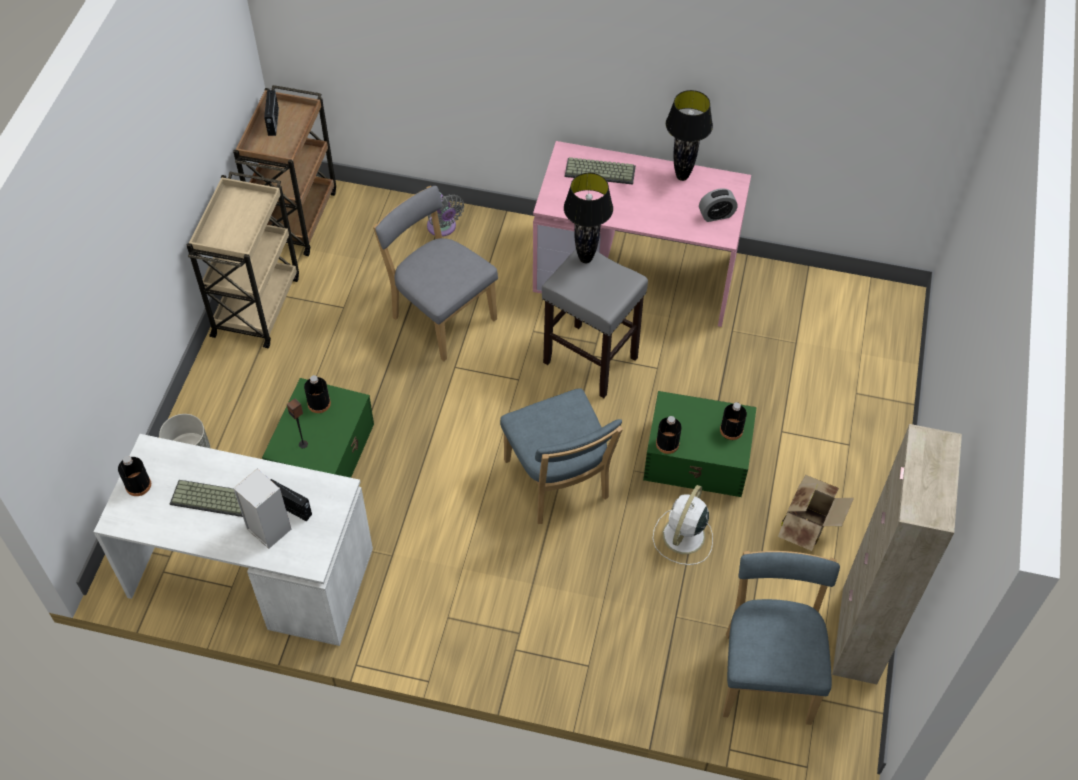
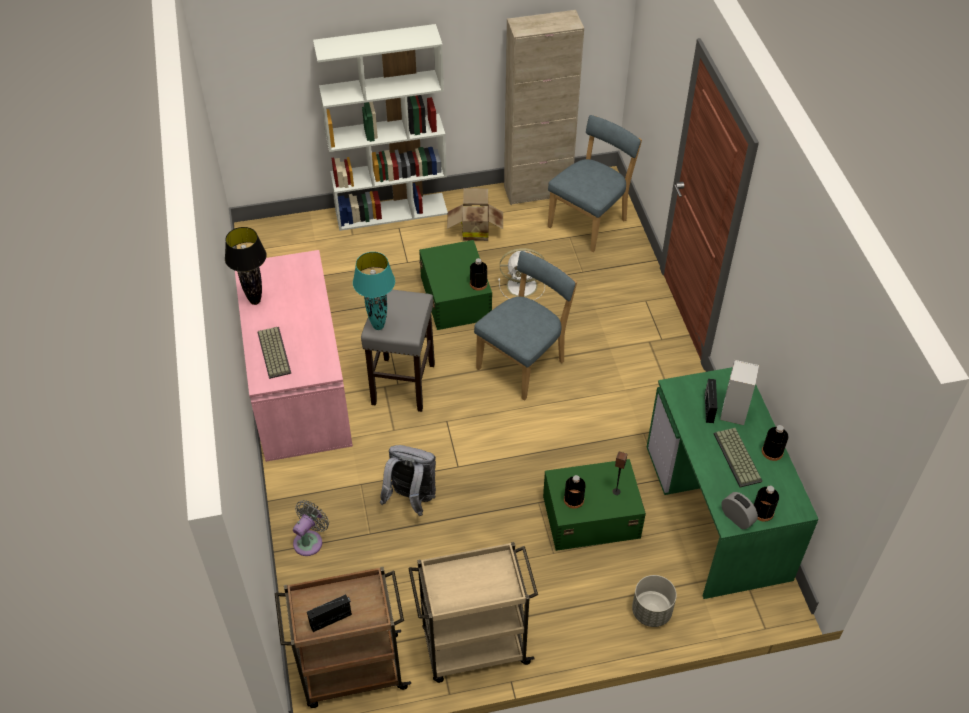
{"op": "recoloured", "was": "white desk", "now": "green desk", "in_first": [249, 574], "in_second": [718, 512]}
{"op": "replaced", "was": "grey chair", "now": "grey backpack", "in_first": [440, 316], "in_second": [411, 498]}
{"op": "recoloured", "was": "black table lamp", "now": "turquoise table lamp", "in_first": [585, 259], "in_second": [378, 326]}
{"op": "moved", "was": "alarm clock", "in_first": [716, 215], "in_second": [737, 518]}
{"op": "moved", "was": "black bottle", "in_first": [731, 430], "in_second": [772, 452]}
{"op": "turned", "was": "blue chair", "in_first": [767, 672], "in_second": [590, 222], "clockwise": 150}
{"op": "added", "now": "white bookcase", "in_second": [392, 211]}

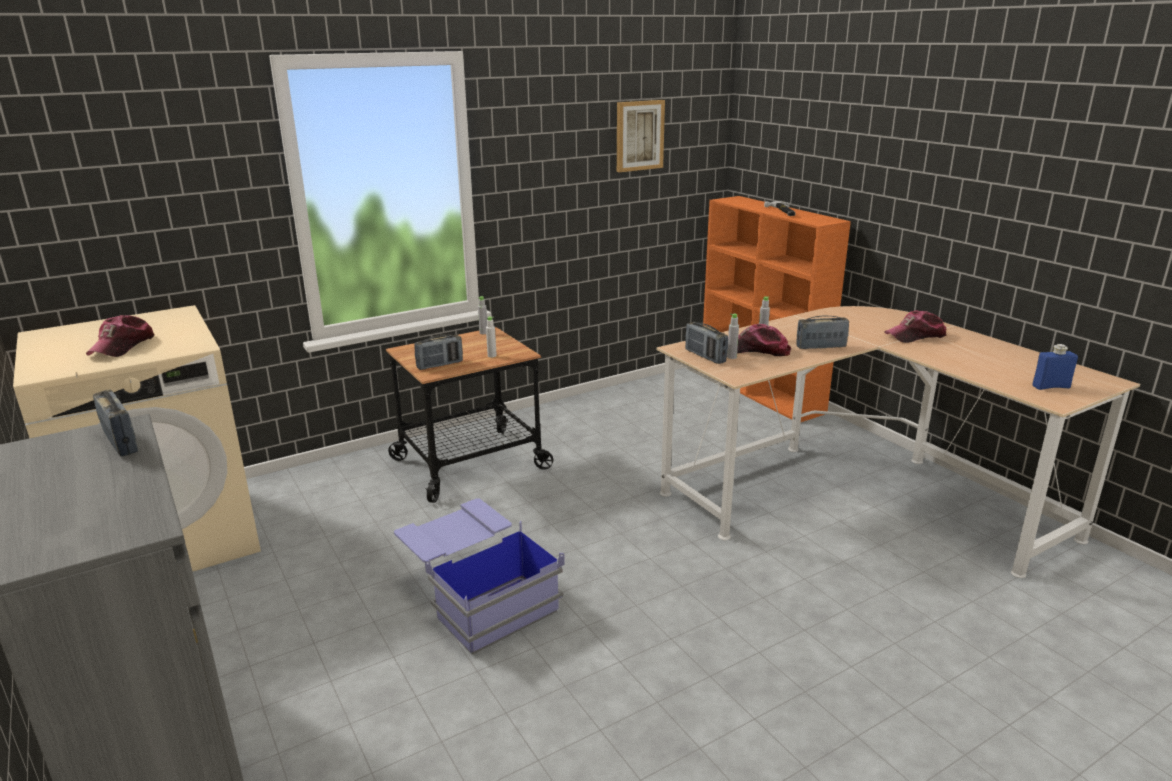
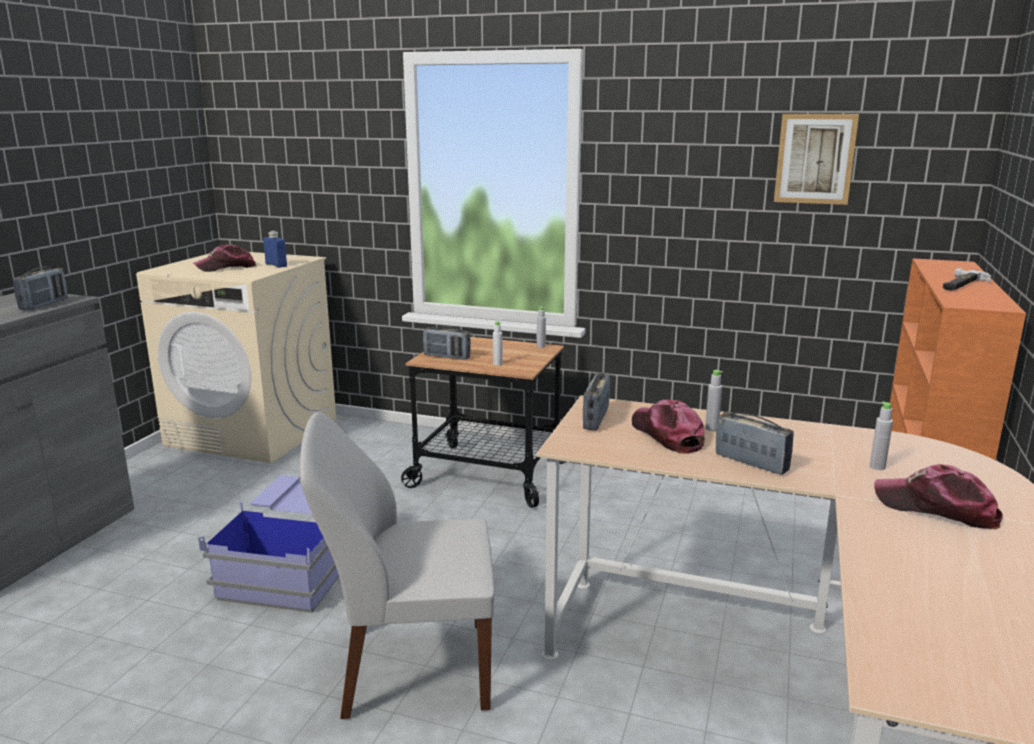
{"op": "moved", "was": "grey bottle", "in_first": [731, 357], "in_second": [877, 467]}
{"op": "moved", "was": "blue bottle", "in_first": [1051, 387], "in_second": [276, 265]}
{"op": "added", "now": "white chair", "in_second": [411, 668]}

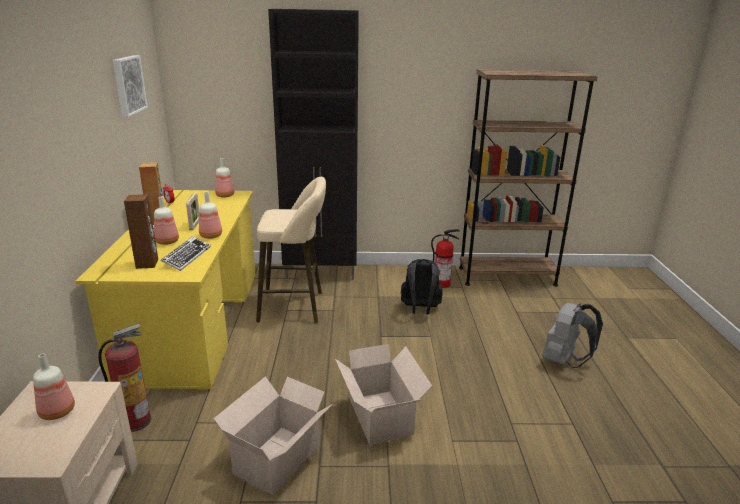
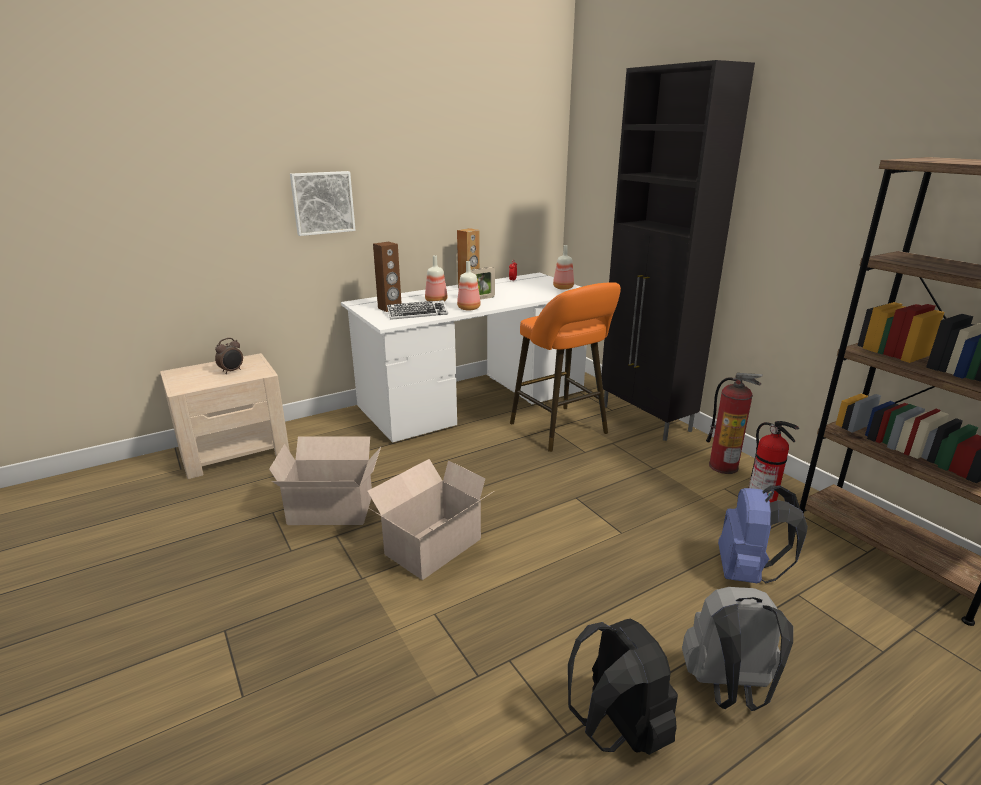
{"op": "replaced", "was": "bottle", "now": "alarm clock", "in_first": [56, 411], "in_second": [232, 371]}
{"op": "recoloured", "was": "yellow desk", "now": "white desk", "in_first": [194, 323], "in_second": [473, 399]}
{"op": "moved", "was": "fire extinguisher", "in_first": [136, 421], "in_second": [723, 466]}
{"op": "moved", "was": "picture", "in_first": [127, 85], "in_second": [322, 202]}
{"op": "recoloured", "was": "beige stool", "now": "orange stool", "in_first": [295, 306], "in_second": [561, 430]}
{"op": "moved", "was": "black backpack", "in_first": [420, 310], "in_second": [617, 729]}
{"op": "added", "now": "blue backpack", "in_second": [747, 573]}

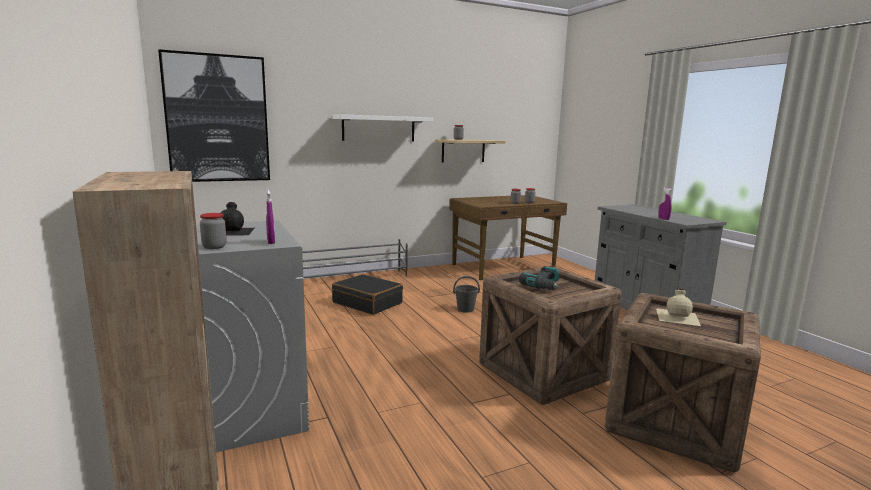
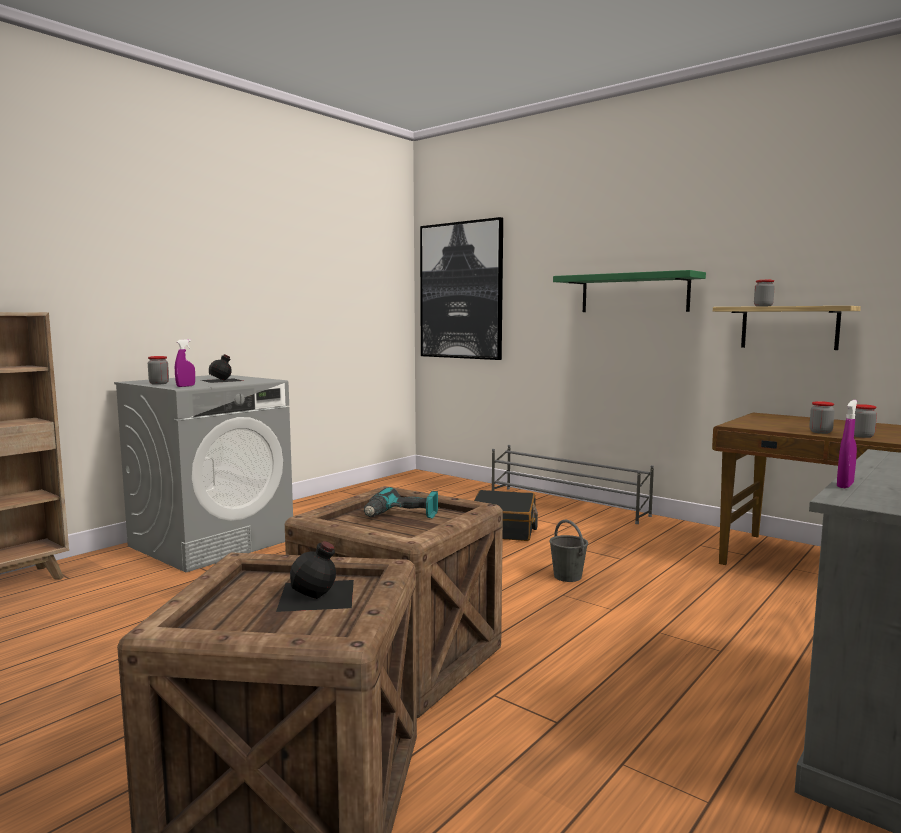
{"op": "recoloured", "was": "white shelf", "now": "green shelf", "in_first": [379, 128], "in_second": [634, 293]}
{"op": "recoloured", "was": "beige bottle", "now": "black bottle", "in_first": [678, 316], "in_second": [318, 595]}

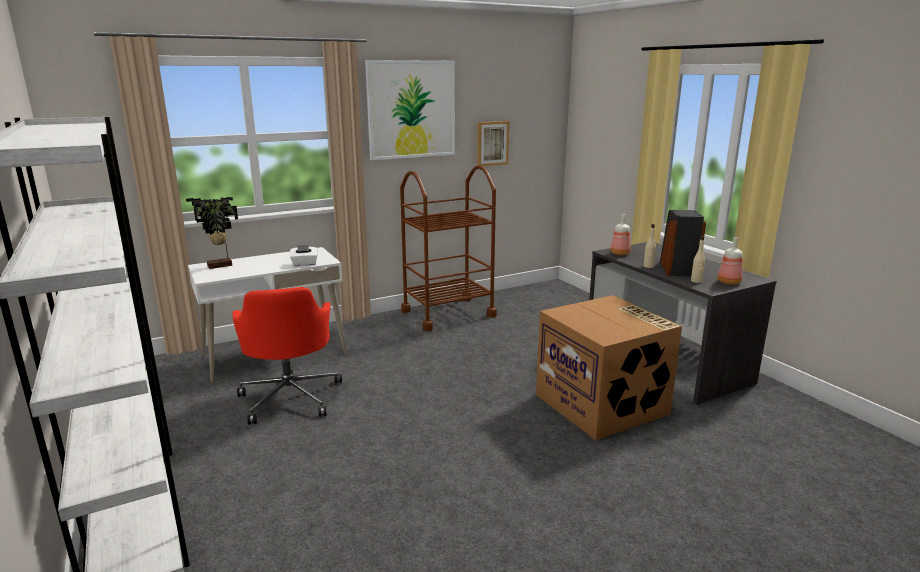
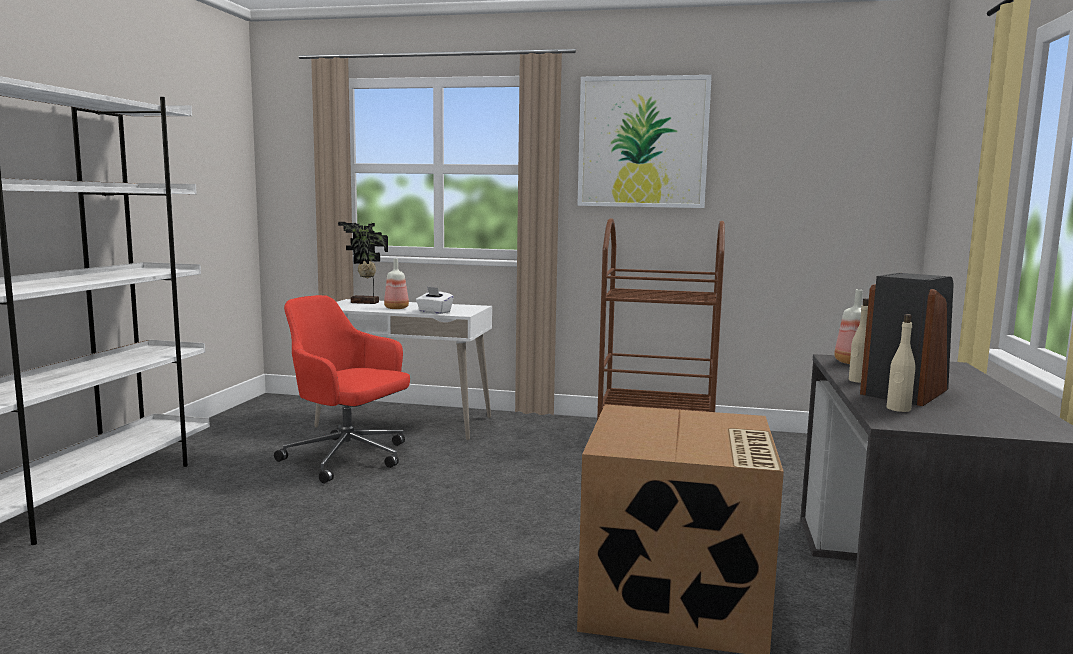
{"op": "turned", "was": "red office chair", "in_first": [290, 397], "in_second": [348, 458], "clockwise": 90}
{"op": "removed", "was": "picture", "in_first": [492, 143]}
{"op": "moved", "was": "bottle", "in_first": [728, 282], "in_second": [396, 308]}

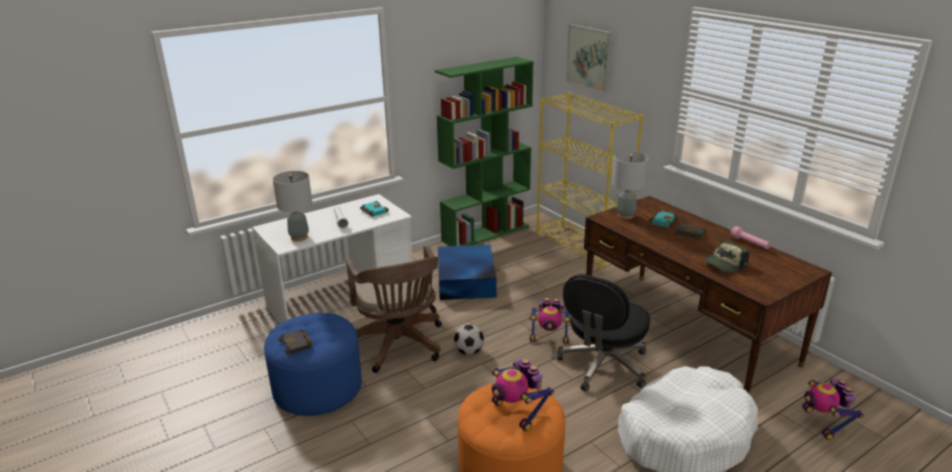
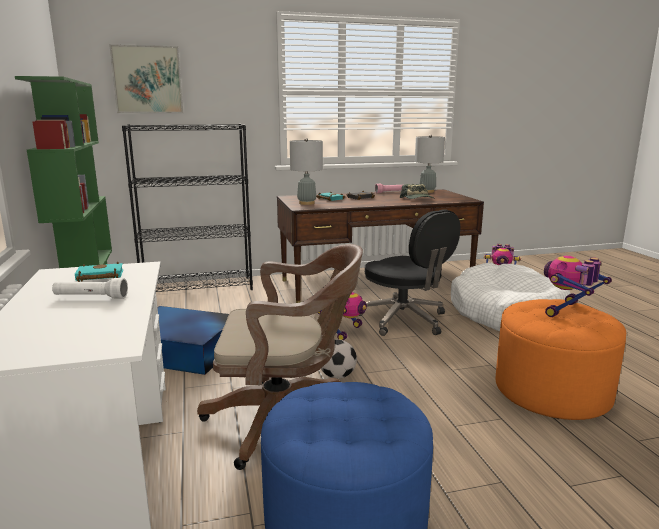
{"op": "moved", "was": "grey table lamp", "in_first": [299, 237], "in_second": [427, 191]}
{"op": "removed", "was": "black book", "in_first": [297, 344]}
{"op": "turned", "was": "toy robot", "in_first": [517, 413], "in_second": [569, 312], "clockwise": 150}
{"op": "recoloured", "was": "yellow bookcase", "now": "black bookcase", "in_first": [581, 247], "in_second": [198, 287]}

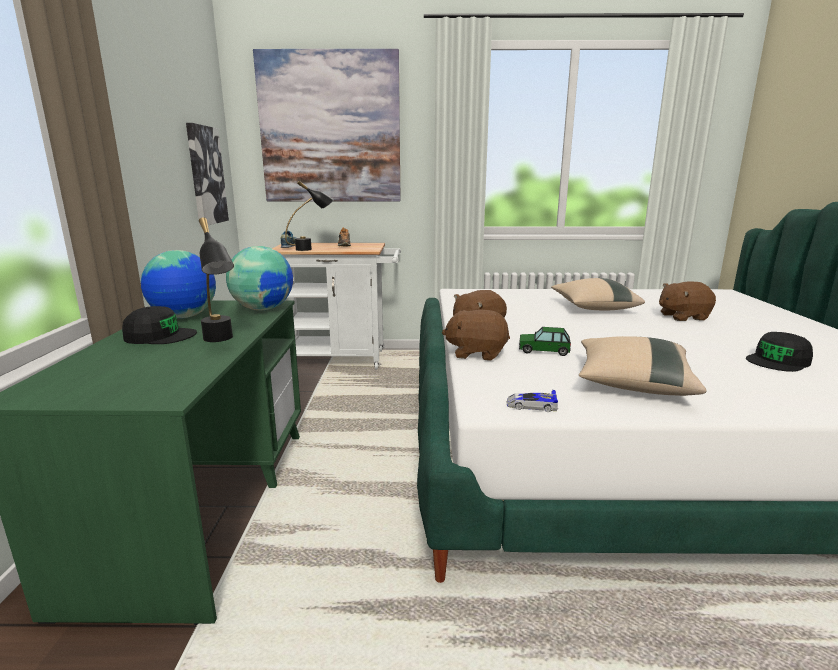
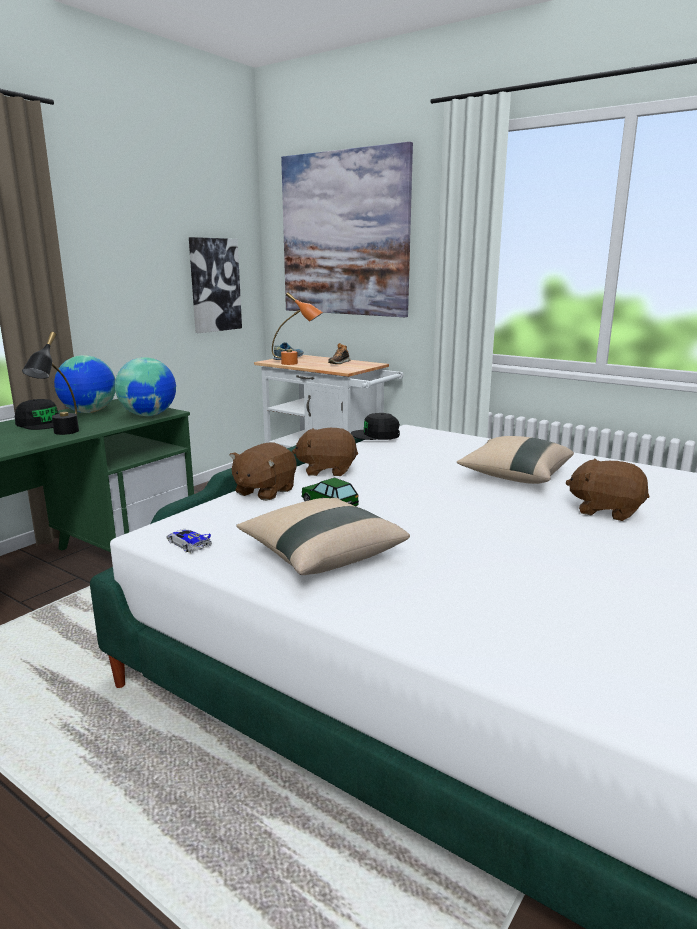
{"op": "recoloured", "was": "black table lamp", "now": "orange table lamp", "in_first": [311, 249], "in_second": [297, 363]}
{"op": "turned", "was": "brown plush toy", "in_first": [476, 353], "in_second": [264, 491], "clockwise": -105}
{"op": "moved", "was": "black cap", "in_first": [778, 361], "in_second": [376, 435]}

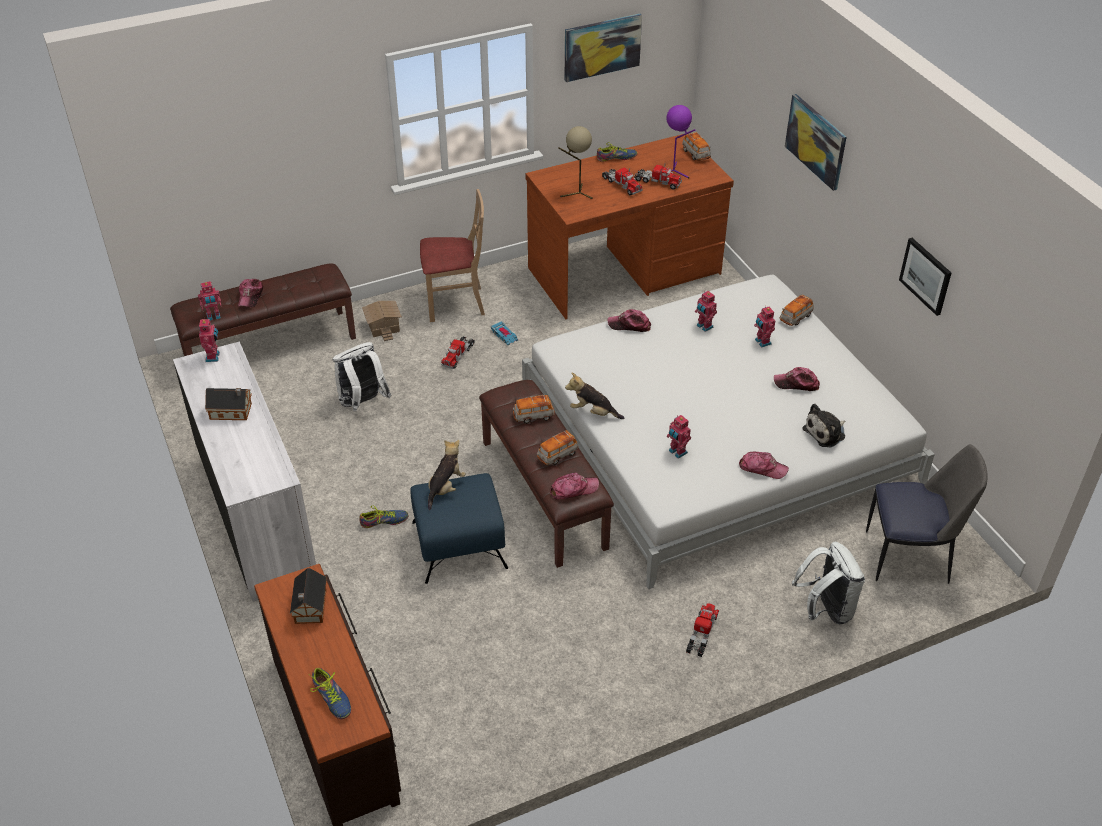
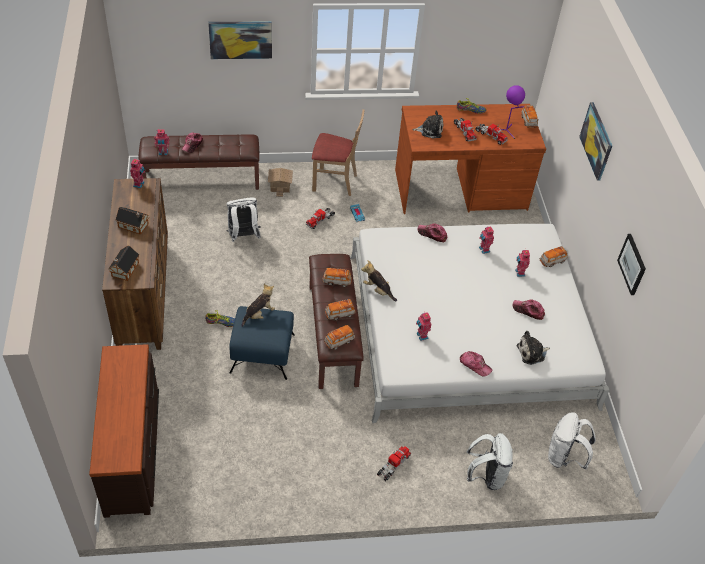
{"op": "recoloured", "was": "white dresser", "now": "brown dresser", "in_first": [256, 516], "in_second": [144, 294]}
{"op": "moved", "was": "toy house", "in_first": [310, 608], "in_second": [124, 270]}
{"op": "removed", "was": "shoe", "in_first": [332, 698]}
{"op": "replaced", "was": "cap", "now": "toy car", "in_first": [573, 489], "in_second": [339, 341]}
{"op": "replaced", "was": "beige table lamp", "now": "plush toy", "in_first": [577, 193], "in_second": [430, 130]}
{"op": "moved", "was": "picture", "in_first": [602, 47], "in_second": [240, 39]}
{"op": "replaced", "was": "chair", "now": "white backpack", "in_first": [910, 556], "in_second": [564, 457]}

